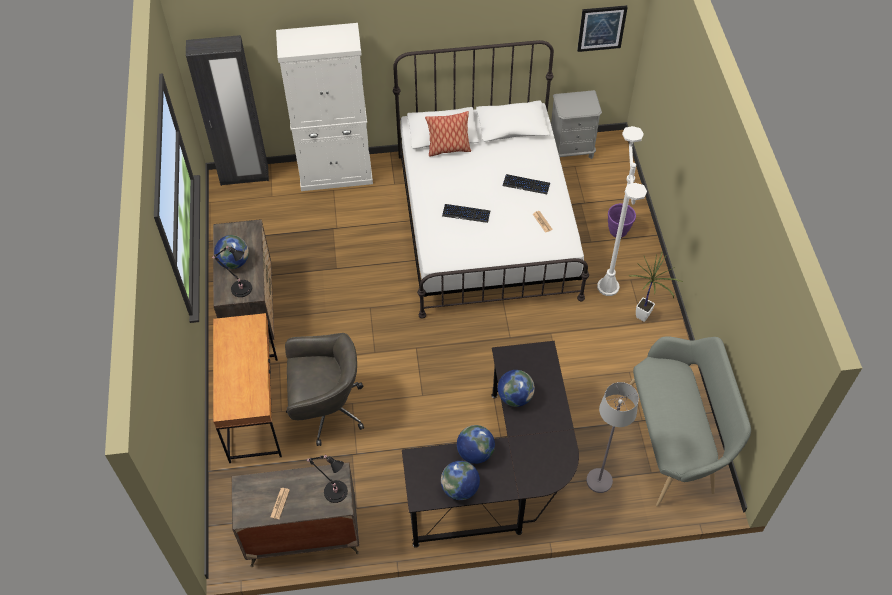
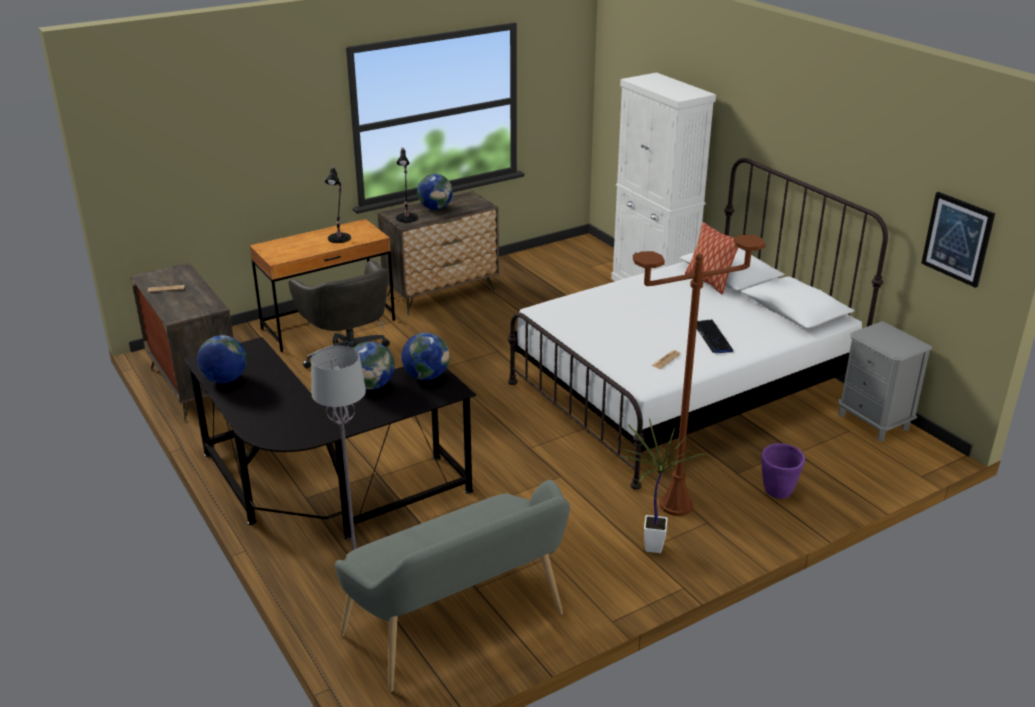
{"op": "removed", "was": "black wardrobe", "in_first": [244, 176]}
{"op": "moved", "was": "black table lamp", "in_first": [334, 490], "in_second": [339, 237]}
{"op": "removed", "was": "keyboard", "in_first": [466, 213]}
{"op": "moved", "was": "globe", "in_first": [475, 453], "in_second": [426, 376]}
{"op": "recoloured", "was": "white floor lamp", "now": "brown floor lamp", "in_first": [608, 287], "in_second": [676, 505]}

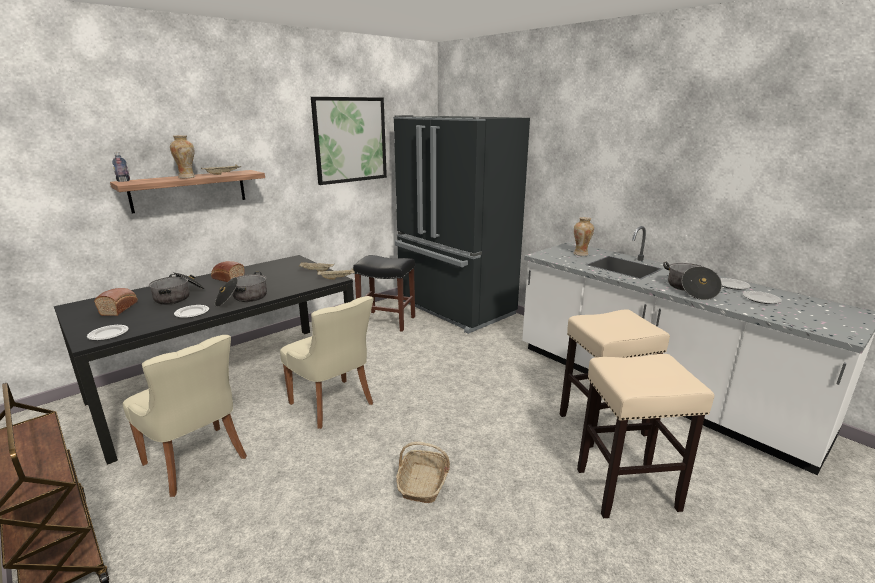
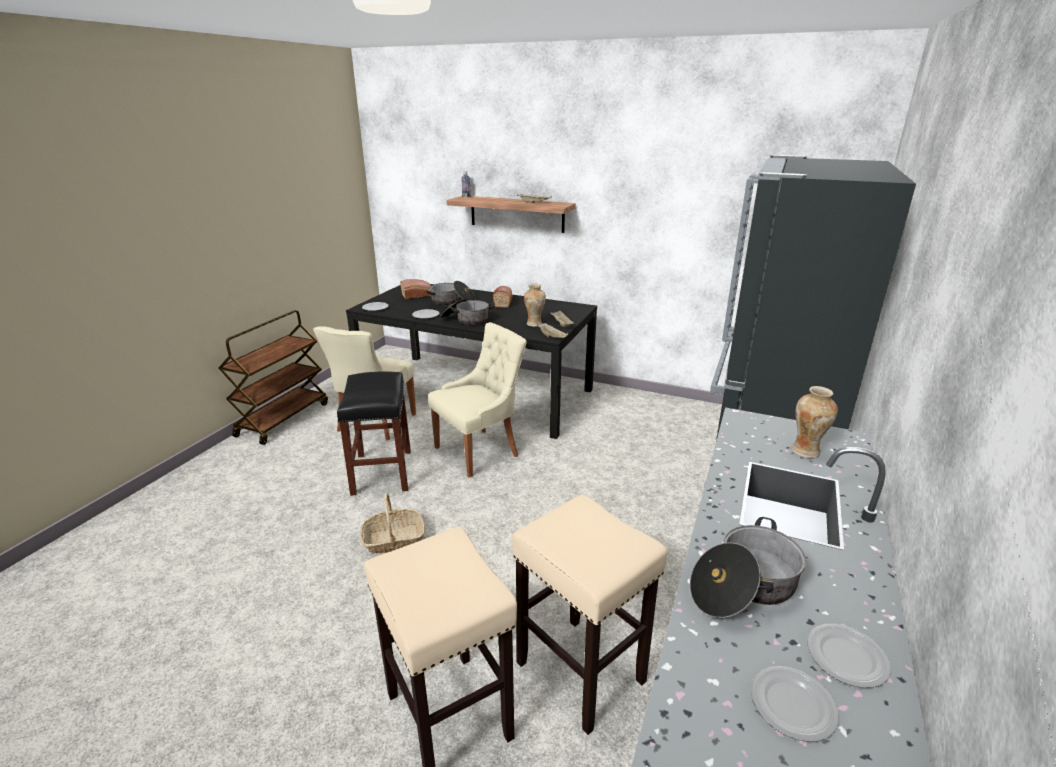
{"op": "moved", "was": "vase", "in_first": [187, 177], "in_second": [534, 324]}
{"op": "turned", "was": "beige chair", "in_first": [333, 404], "in_second": [479, 451], "clockwise": -150}
{"op": "removed", "was": "picture", "in_first": [350, 140]}
{"op": "moved", "was": "black stool", "in_first": [386, 321], "in_second": [381, 471]}

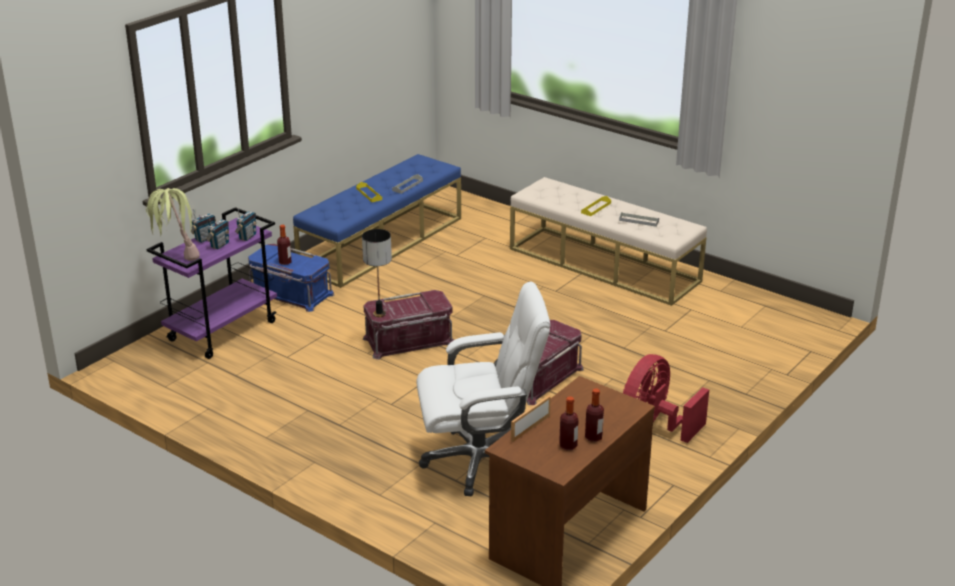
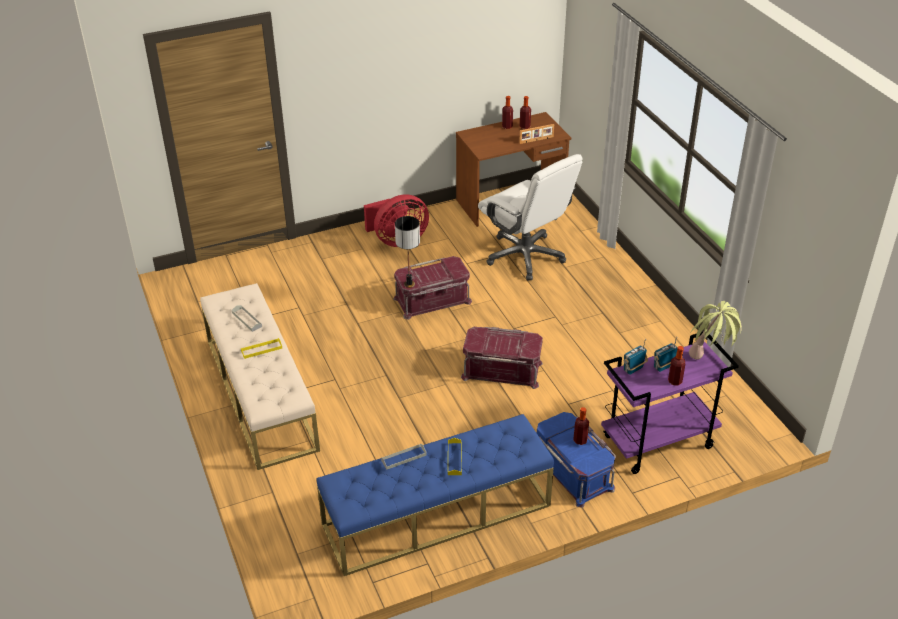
{"op": "replaced", "was": "radio", "now": "bottle", "in_first": [205, 238], "in_second": [675, 381]}
{"op": "moved", "was": "table lamp", "in_first": [379, 314], "in_second": [409, 284]}
{"op": "turned", "was": "white office chair", "in_first": [480, 461], "in_second": [526, 256], "clockwise": -150}

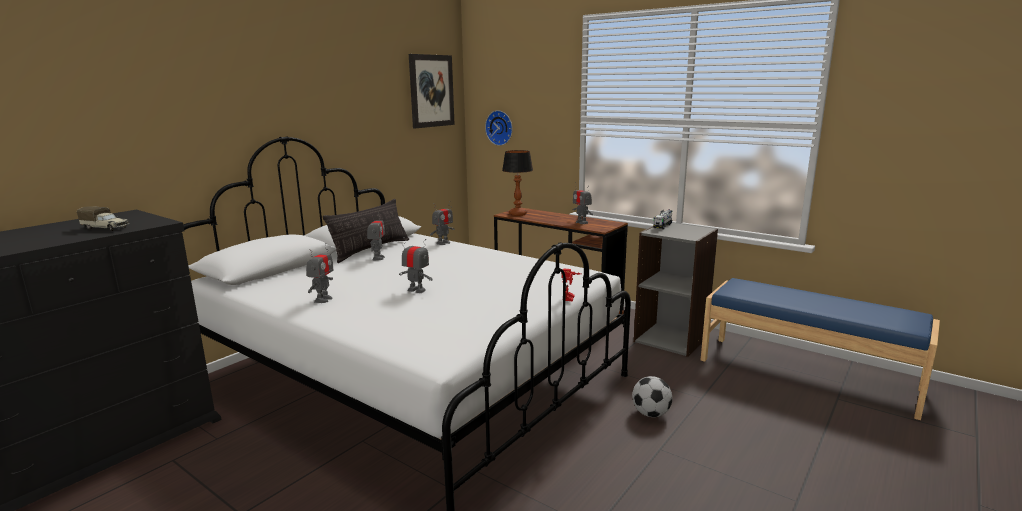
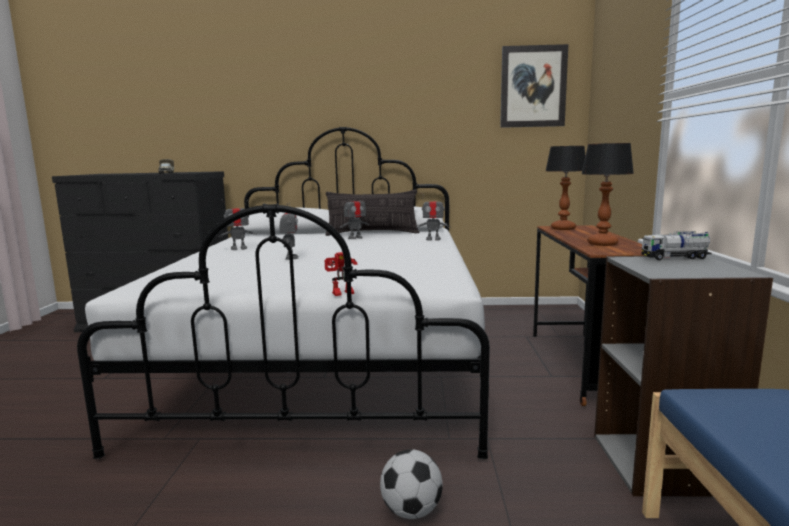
{"op": "removed", "was": "wall clock", "in_first": [500, 127]}
{"op": "replaced", "was": "toy robot", "now": "table lamp", "in_first": [581, 222], "in_second": [603, 244]}

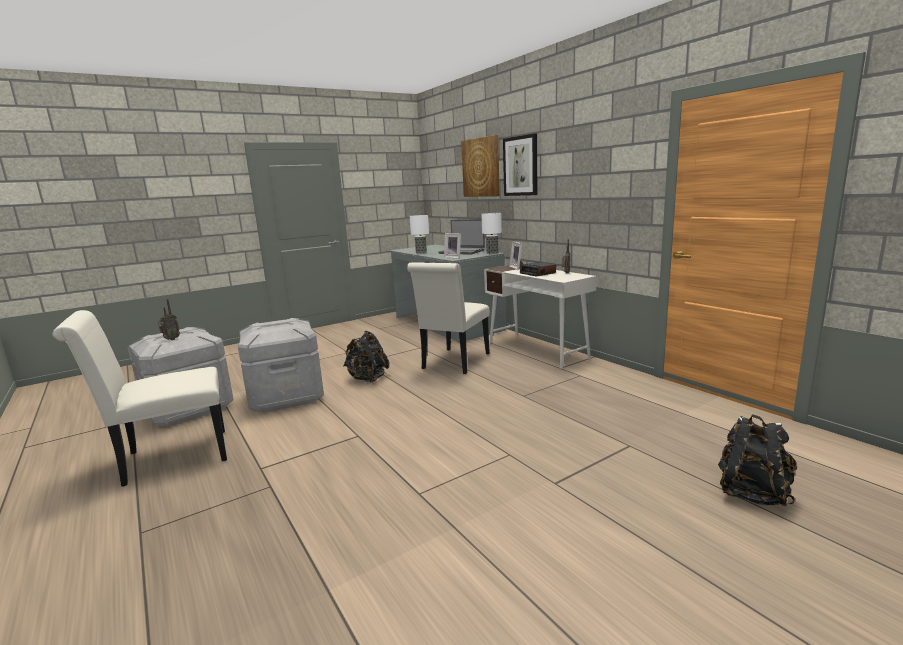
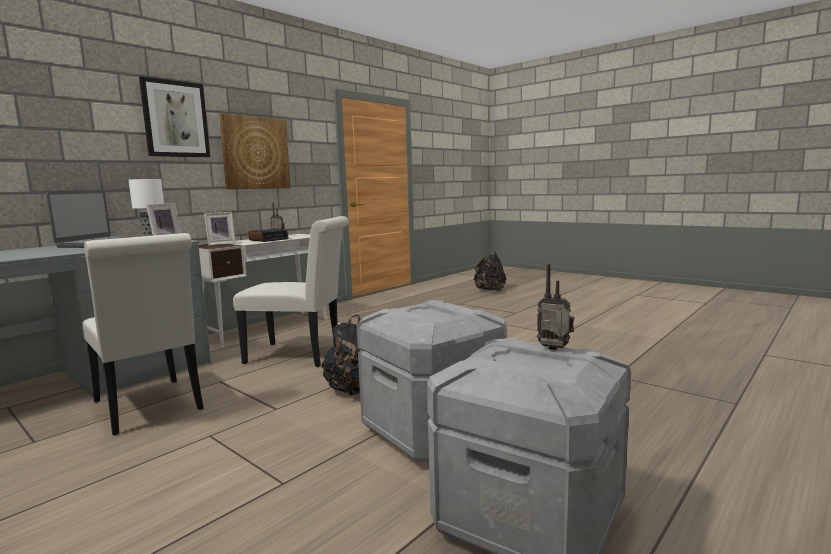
{"op": "moved", "was": "white chair", "in_first": [168, 459], "in_second": [150, 408]}
{"op": "removed", "was": "table lamp", "in_first": [421, 252]}
{"op": "moved", "was": "picture", "in_first": [481, 167], "in_second": [255, 153]}

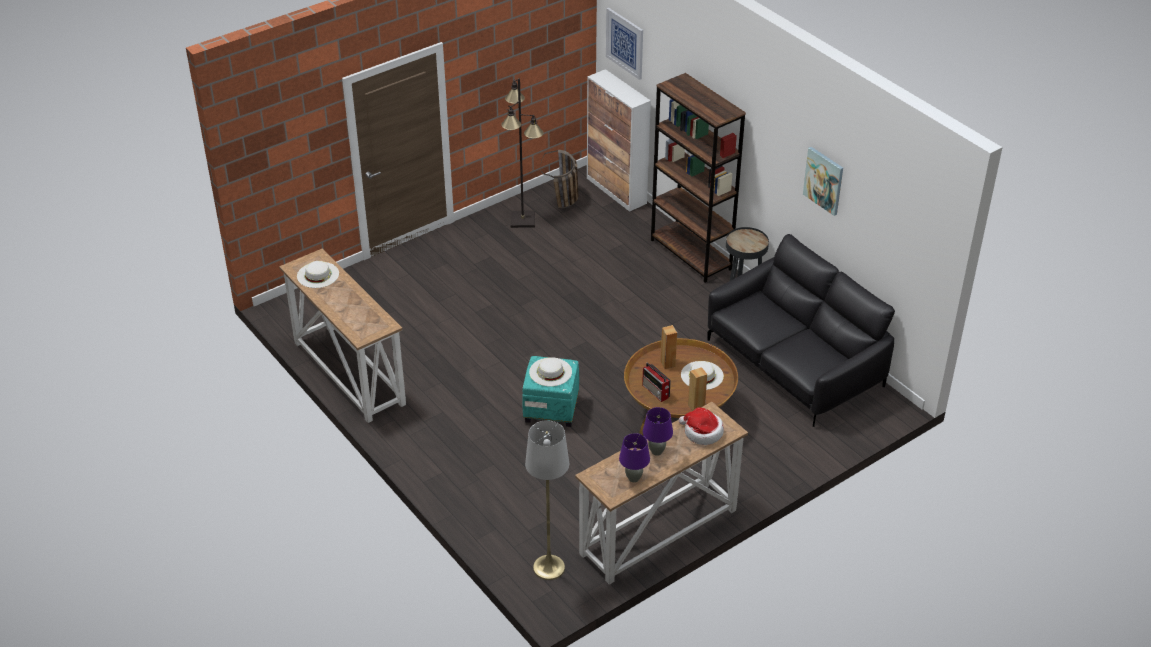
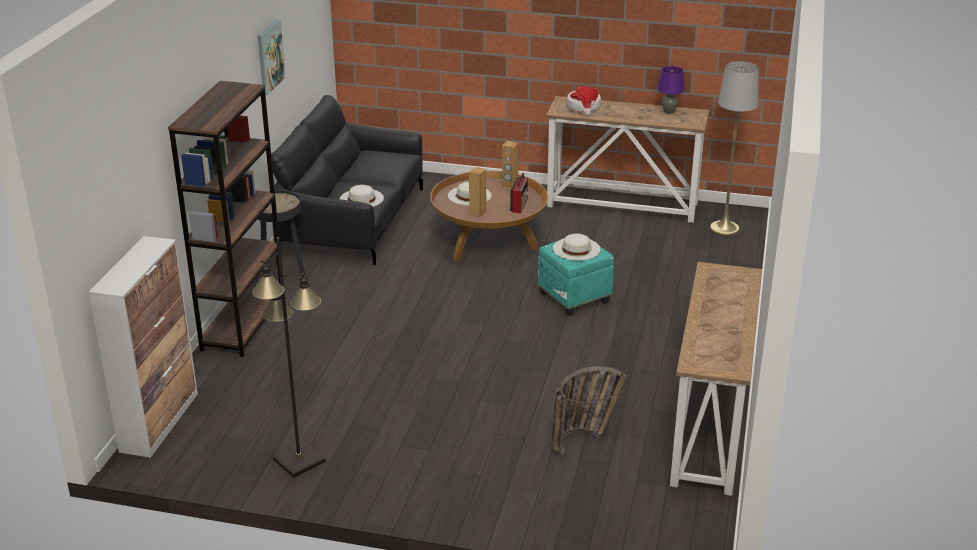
{"op": "moved", "was": "white hat", "in_first": [318, 275], "in_second": [361, 199]}
{"op": "moved", "was": "basket", "in_first": [564, 203], "in_second": [584, 438]}
{"op": "removed", "was": "picture", "in_first": [625, 43]}
{"op": "removed", "was": "purple table lamp", "in_first": [656, 451]}

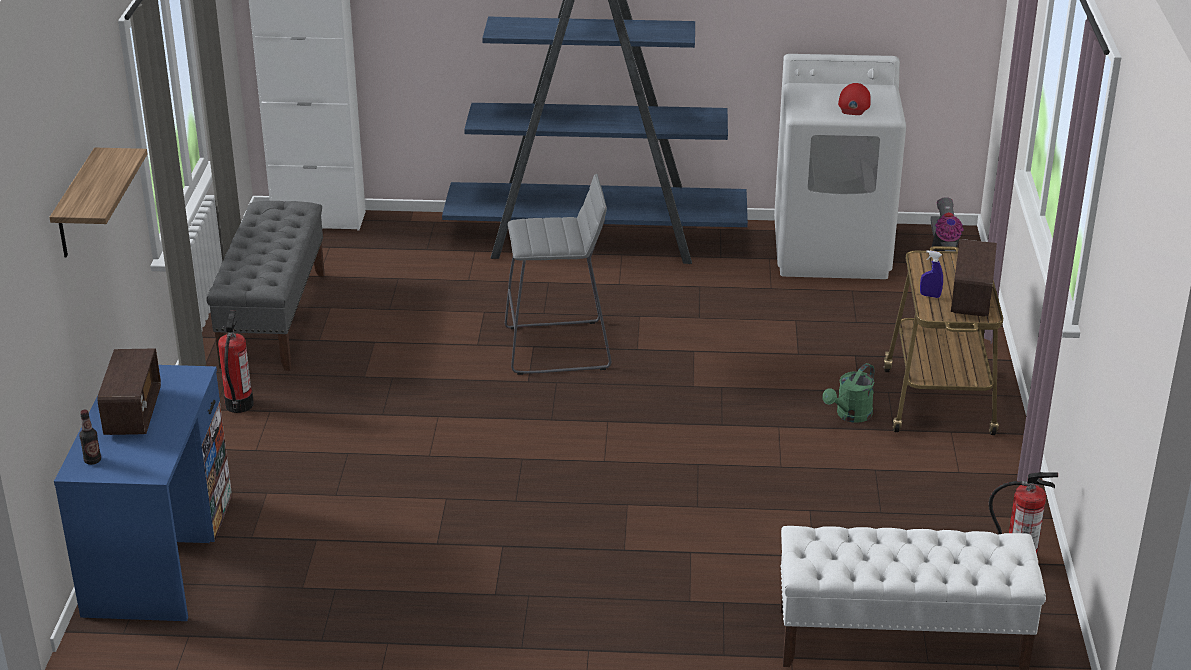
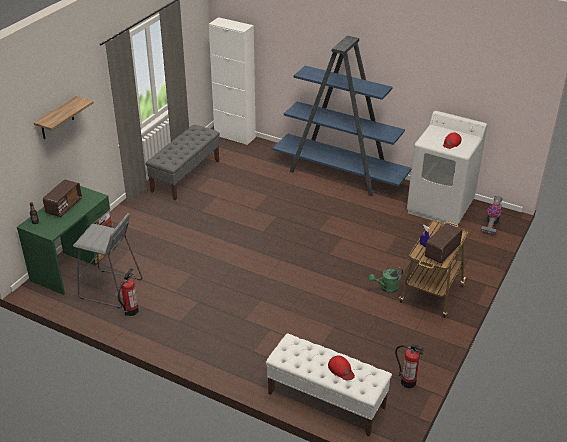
{"op": "recoloured", "was": "blue desk", "now": "green desk", "in_first": [159, 554], "in_second": [74, 264]}
{"op": "moved", "was": "fire extinguisher", "in_first": [239, 405], "in_second": [131, 311]}
{"op": "moved", "was": "grey stool", "in_first": [558, 348], "in_second": [111, 289]}
{"op": "added", "now": "red cap", "in_second": [341, 369]}

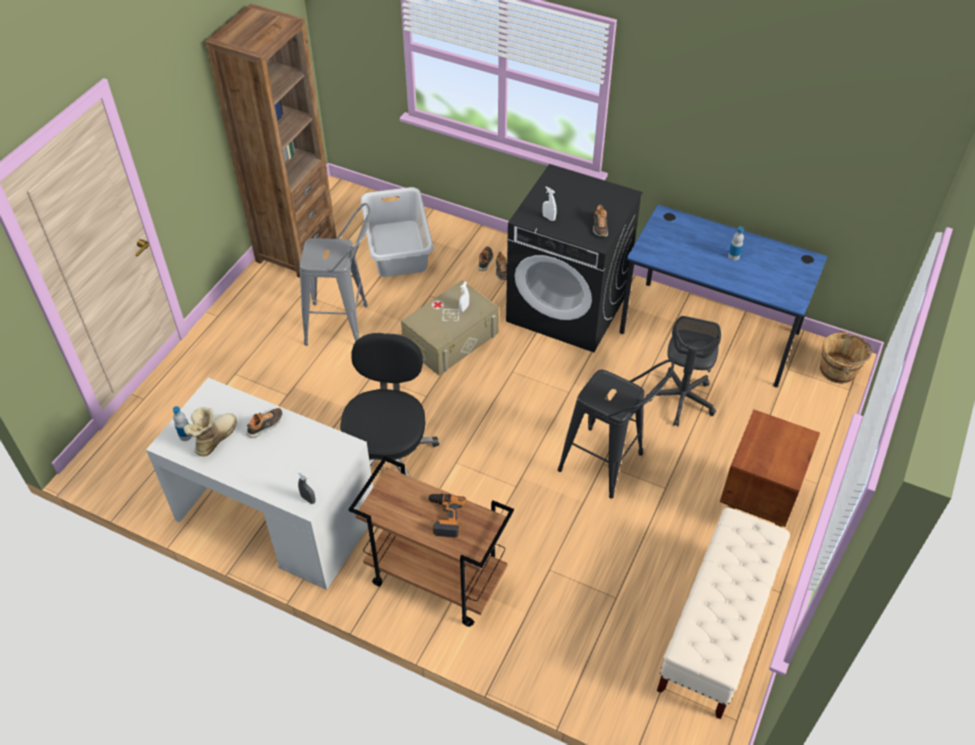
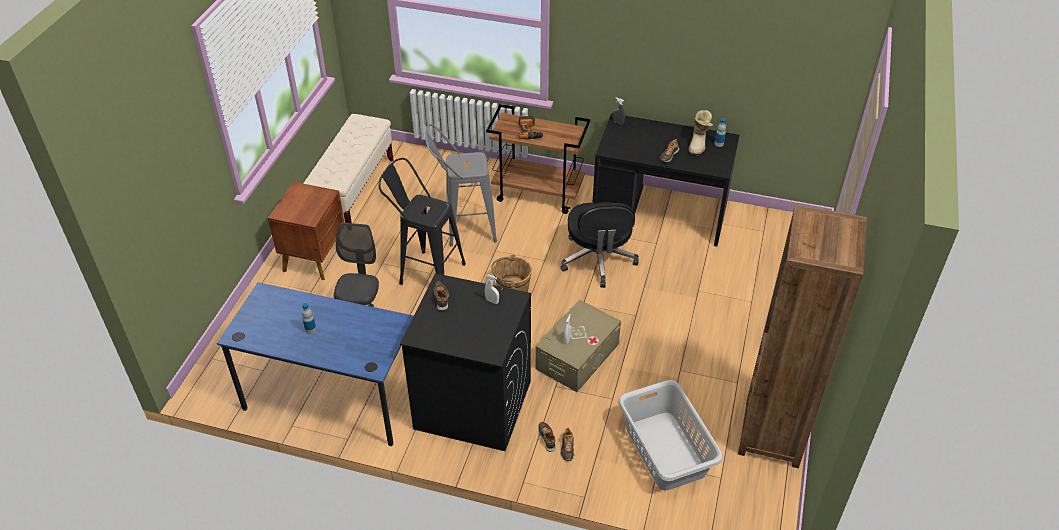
{"op": "recoloured", "was": "white desk", "now": "black desk", "in_first": [276, 517], "in_second": [660, 212]}
{"op": "moved", "was": "grey stool", "in_first": [345, 325], "in_second": [464, 228]}
{"op": "moved", "was": "brown bucket", "in_first": [838, 370], "in_second": [512, 288]}

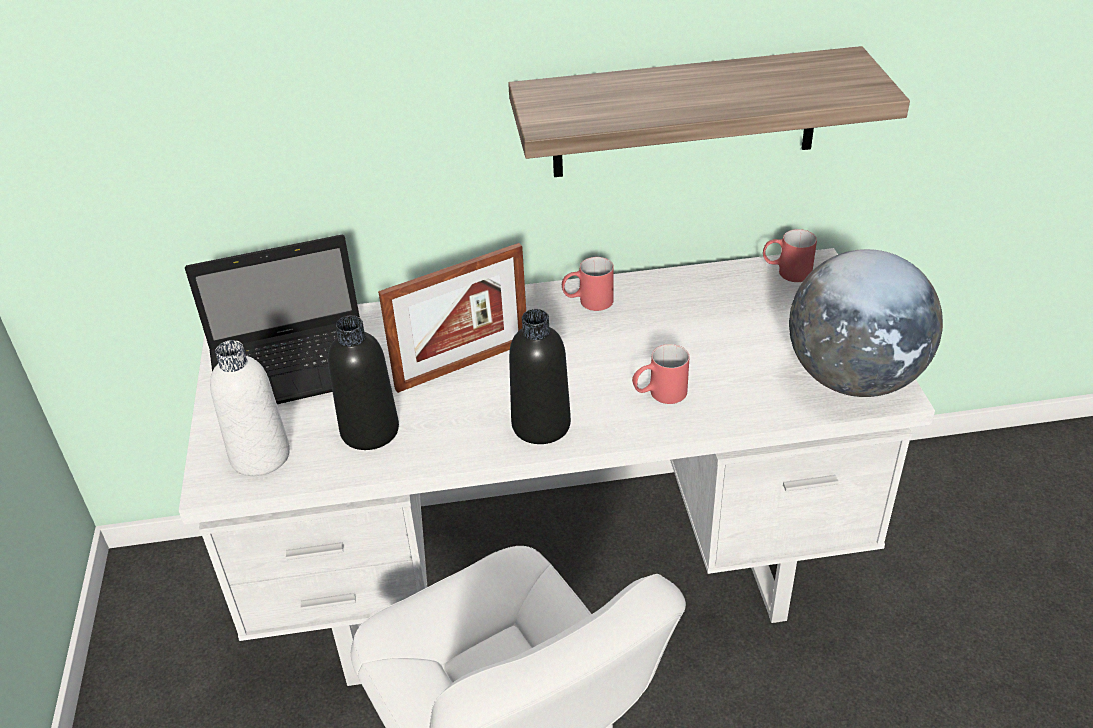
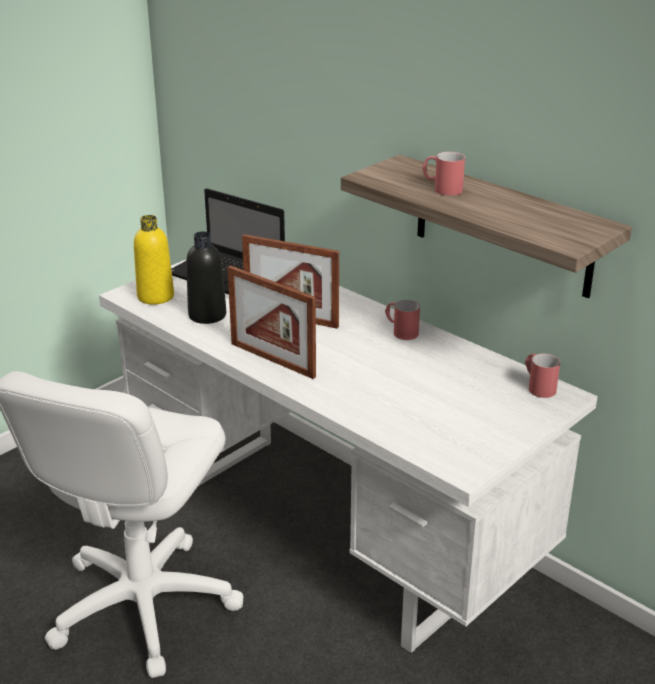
{"op": "recoloured", "was": "white bottle", "now": "yellow bottle", "in_first": [260, 456], "in_second": [155, 296]}
{"op": "replaced", "was": "black bottle", "now": "picture frame", "in_first": [541, 425], "in_second": [272, 360]}
{"op": "moved", "was": "red mug", "in_first": [659, 394], "in_second": [441, 189]}
{"op": "removed", "was": "globe", "in_first": [854, 378]}

